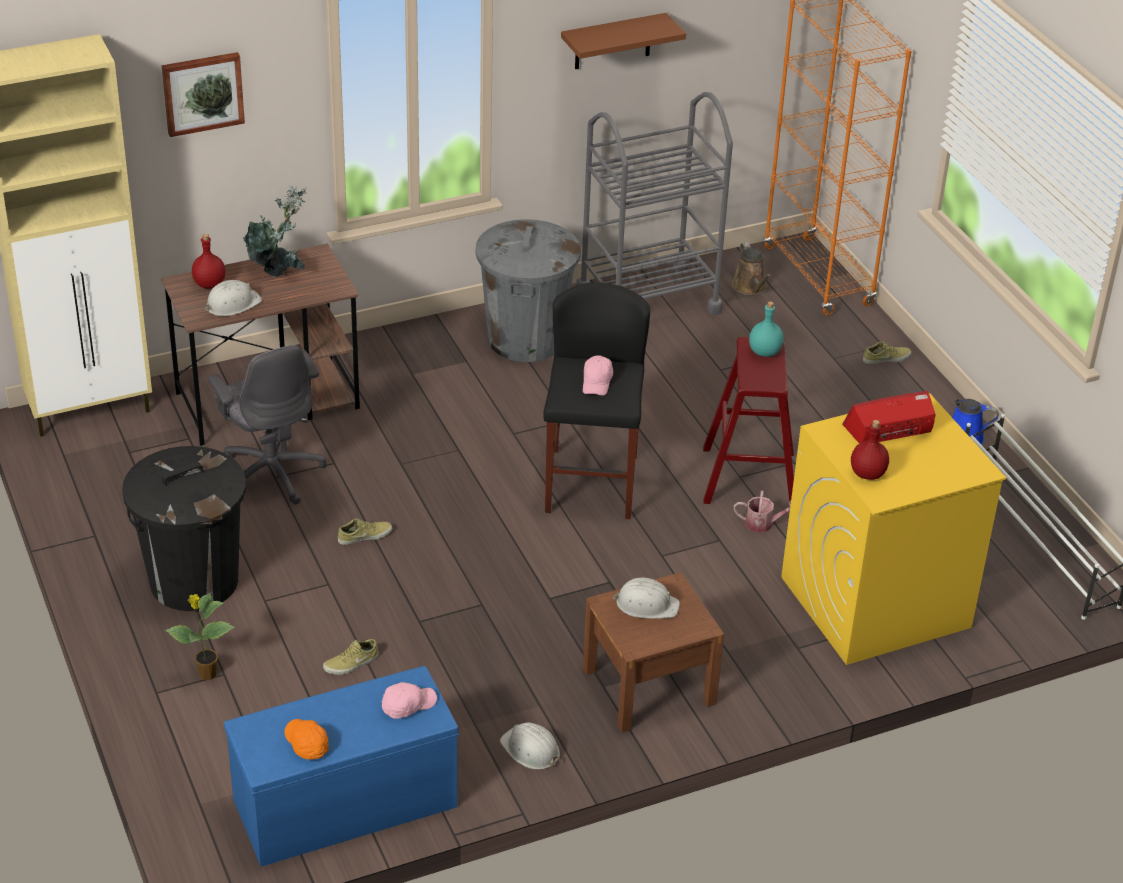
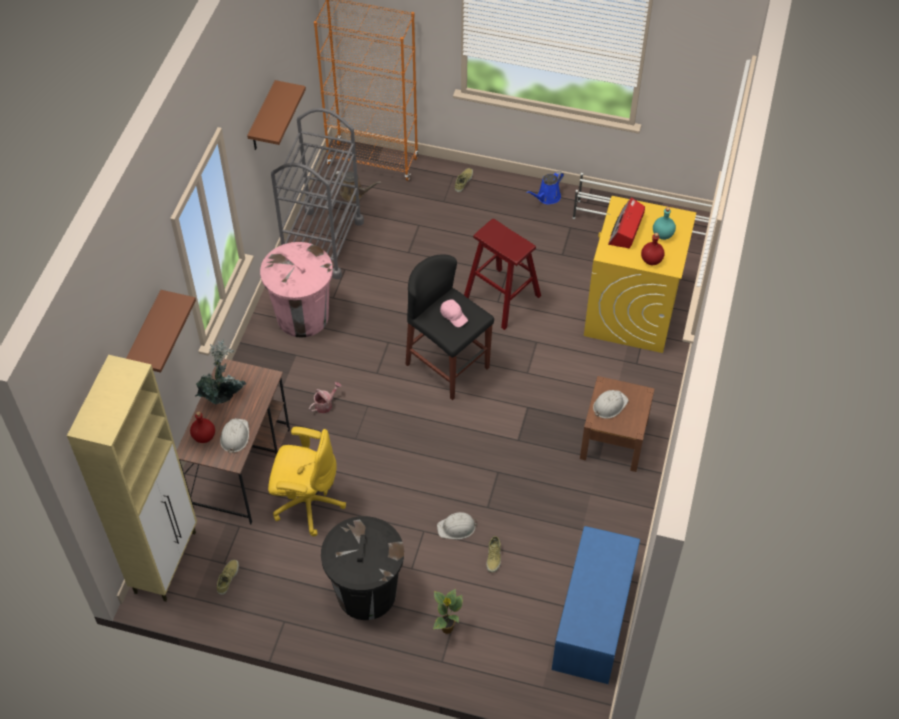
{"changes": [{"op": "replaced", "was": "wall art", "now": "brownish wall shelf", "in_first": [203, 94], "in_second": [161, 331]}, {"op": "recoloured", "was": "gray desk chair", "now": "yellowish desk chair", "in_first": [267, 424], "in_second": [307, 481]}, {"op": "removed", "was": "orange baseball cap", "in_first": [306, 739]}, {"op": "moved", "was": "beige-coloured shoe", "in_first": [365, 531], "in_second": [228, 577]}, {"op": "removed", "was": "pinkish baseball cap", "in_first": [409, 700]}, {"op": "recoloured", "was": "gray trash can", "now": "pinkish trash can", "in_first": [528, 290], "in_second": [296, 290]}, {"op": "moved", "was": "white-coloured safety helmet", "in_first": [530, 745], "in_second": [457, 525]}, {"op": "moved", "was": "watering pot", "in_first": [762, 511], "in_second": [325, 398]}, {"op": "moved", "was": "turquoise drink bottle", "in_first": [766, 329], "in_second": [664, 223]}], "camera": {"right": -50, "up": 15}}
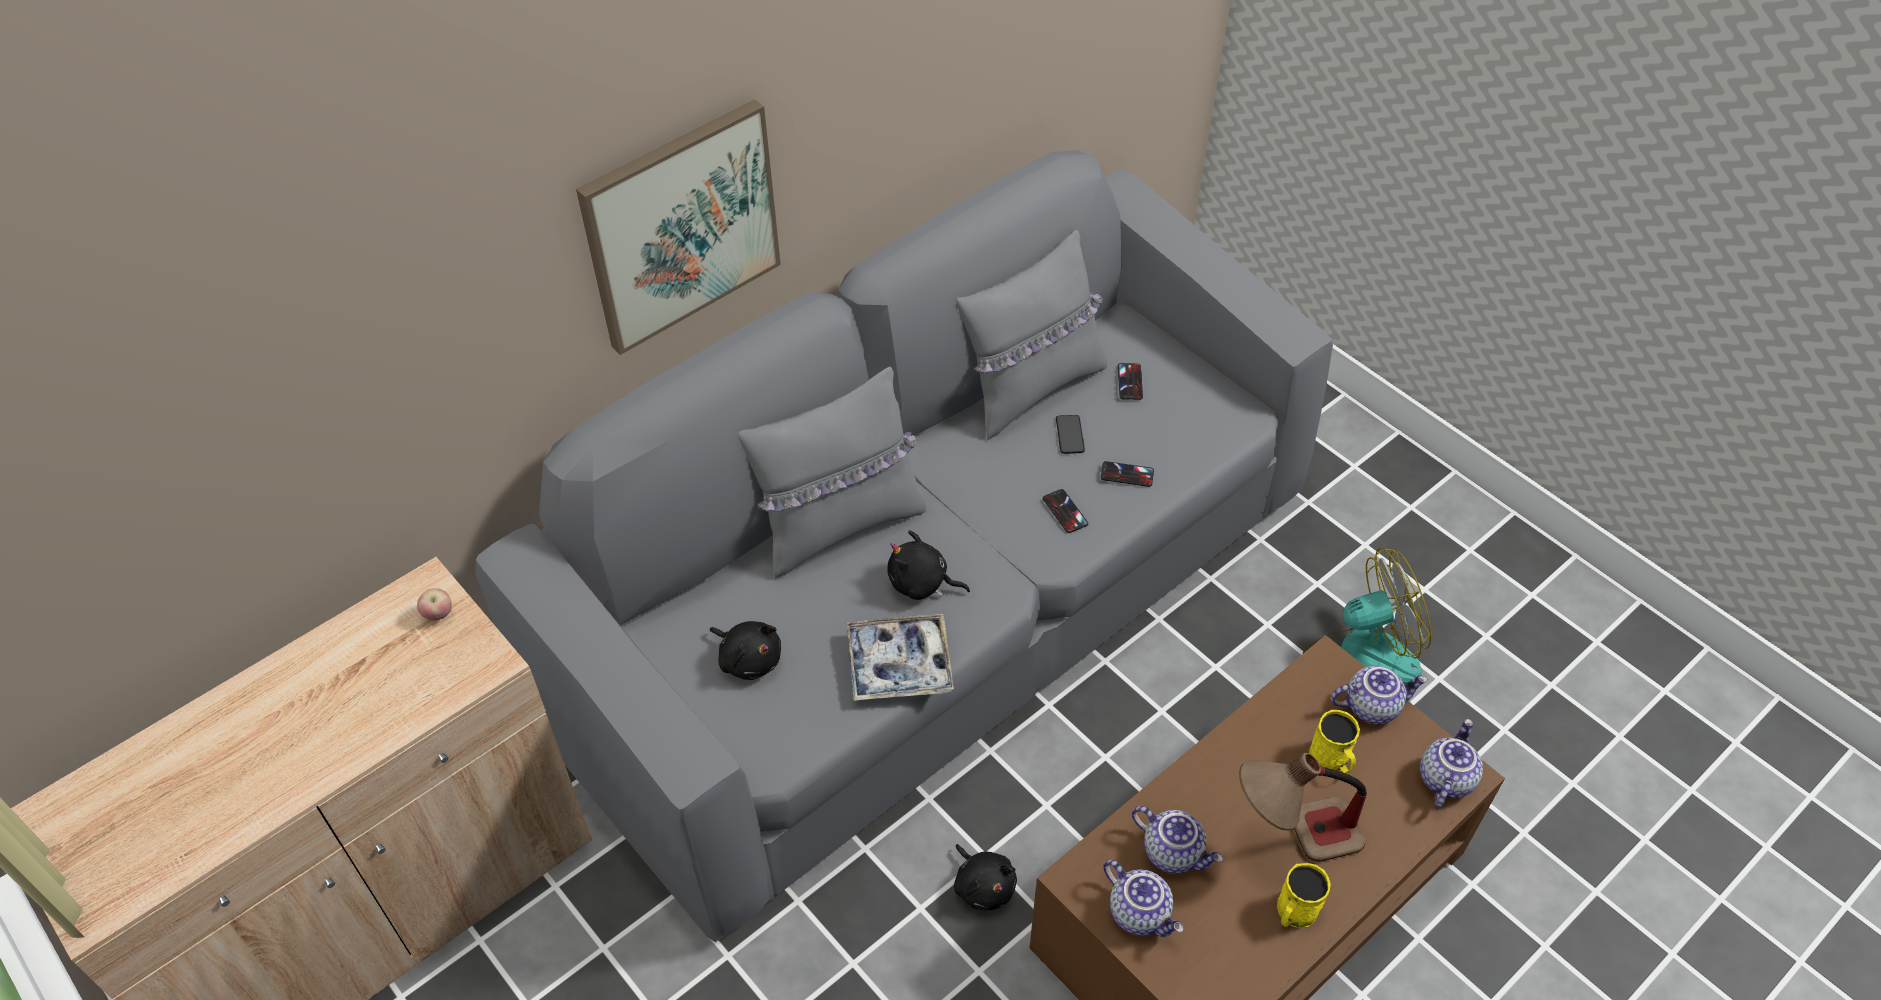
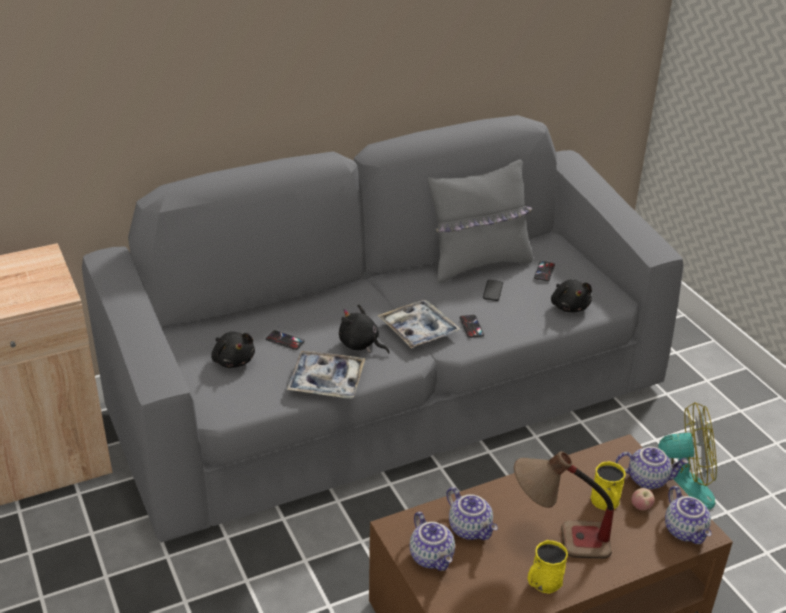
{"changes": [{"op": "moved", "was": "whole apple", "in_first": [434, 604], "in_second": [643, 499]}, {"op": "removed", "was": "wall art", "in_first": [678, 227]}, {"op": "removed", "was": "gray cushion", "in_first": [832, 473]}, {"op": "moved", "was": "black-coloured cuddly toy", "in_first": [985, 877], "in_second": [571, 295]}, {"op": "moved", "was": "telephone", "in_first": [1127, 474], "in_second": [285, 340]}, {"op": "turned", "was": "pot for tea", "in_first": [1451, 763], "in_second": [688, 515], "clockwise": 120}, {"op": "added", "now": "tray", "in_second": [419, 324]}], "camera": {"right": 15, "up": -15}}
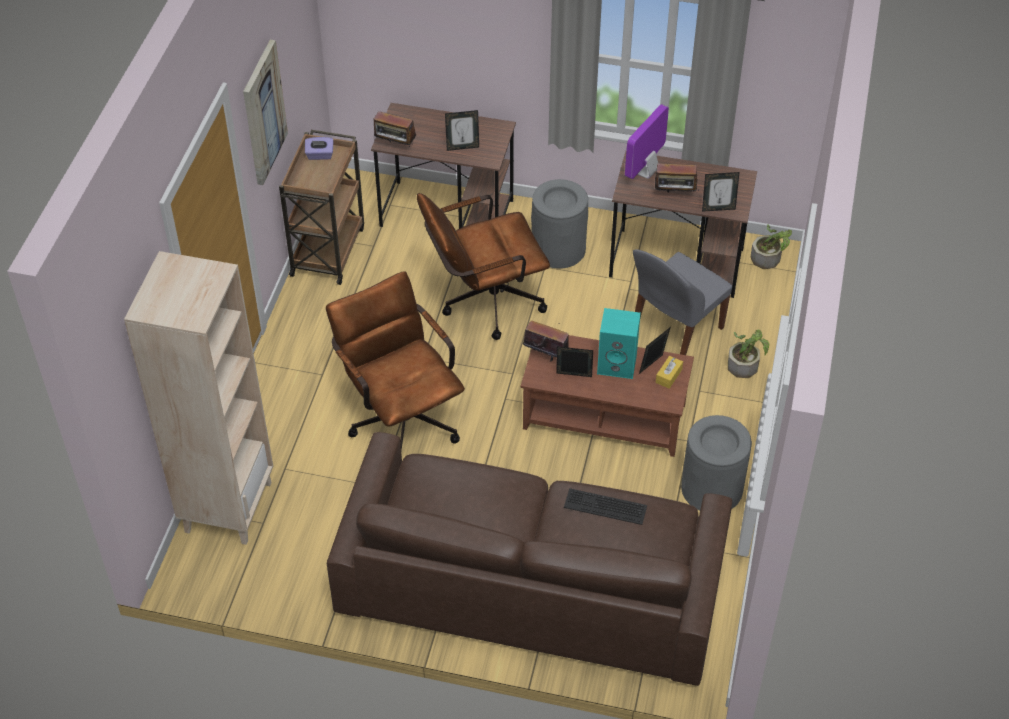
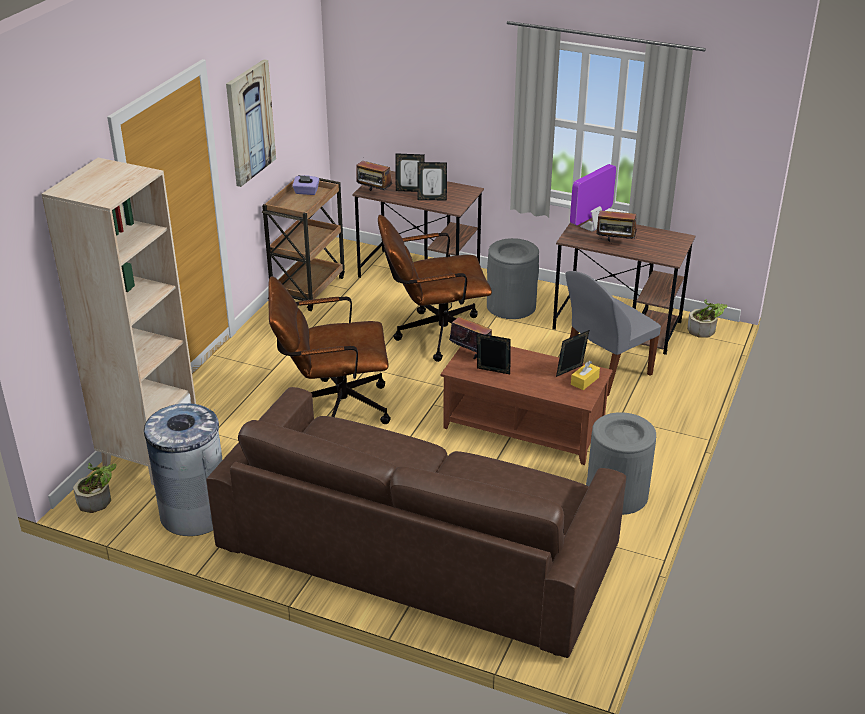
{"changes": [{"op": "turned", "was": "brownish desk chair", "in_first": [395, 360], "in_second": [329, 350], "clockwise": -75}, {"op": "removed", "was": "computer keyboard", "in_first": [605, 506]}, {"op": "removed", "was": "turquoise audio speaker", "in_first": [619, 343]}, {"op": "moved", "was": "standing frame", "in_first": [721, 192], "in_second": [410, 172]}, {"op": "moved", "was": "houseplant", "in_first": [748, 353], "in_second": [94, 488]}, {"op": "added", "now": "gray trash can", "in_second": [183, 469]}], "camera": {"right": 10, "up": -15}}
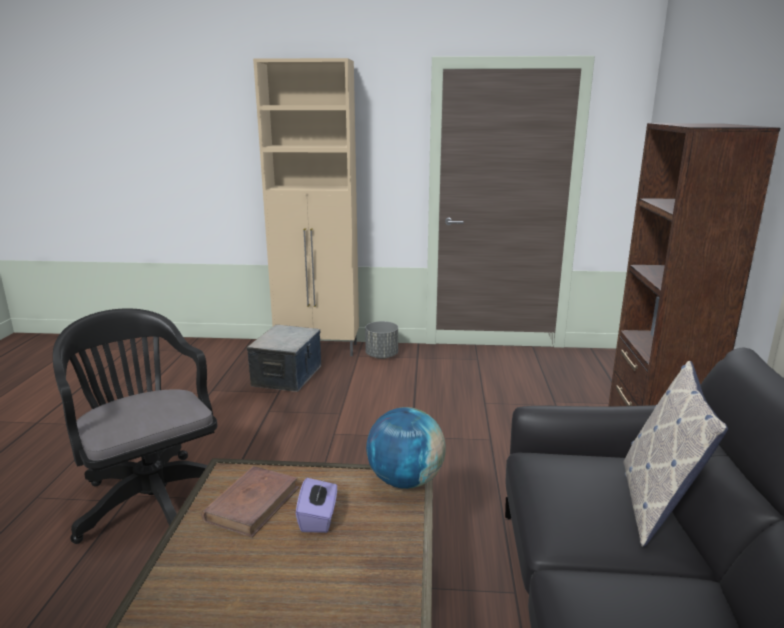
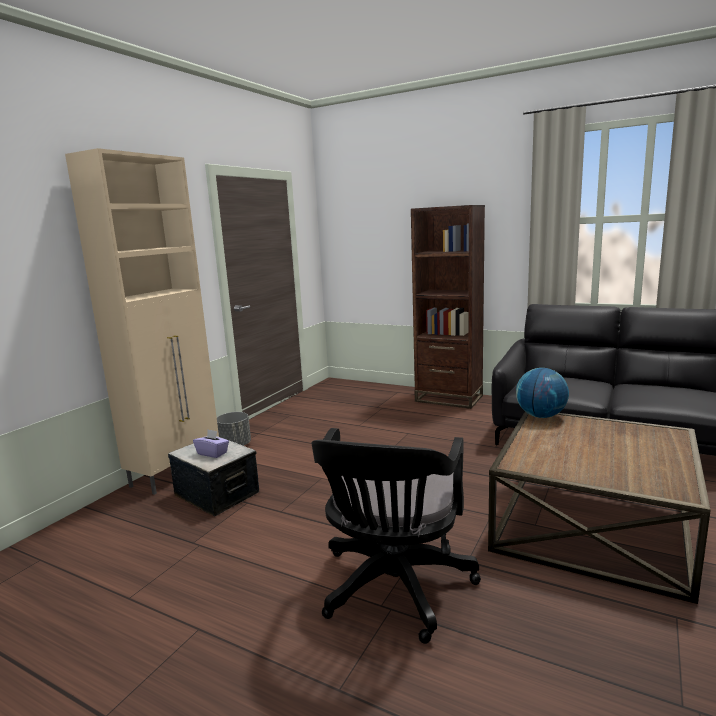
{"changes": [{"op": "turned", "was": "black-coloured desk chair", "in_first": [135, 426], "in_second": [396, 536], "clockwise": -60}, {"op": "removed", "was": "brownish volume", "in_first": [250, 502]}, {"op": "moved", "was": "purple-coloured tissue holder", "in_first": [316, 505], "in_second": [211, 443]}, {"op": "removed", "was": "cushion", "in_first": [675, 454]}], "camera": {"right": -65, "up": -5}}
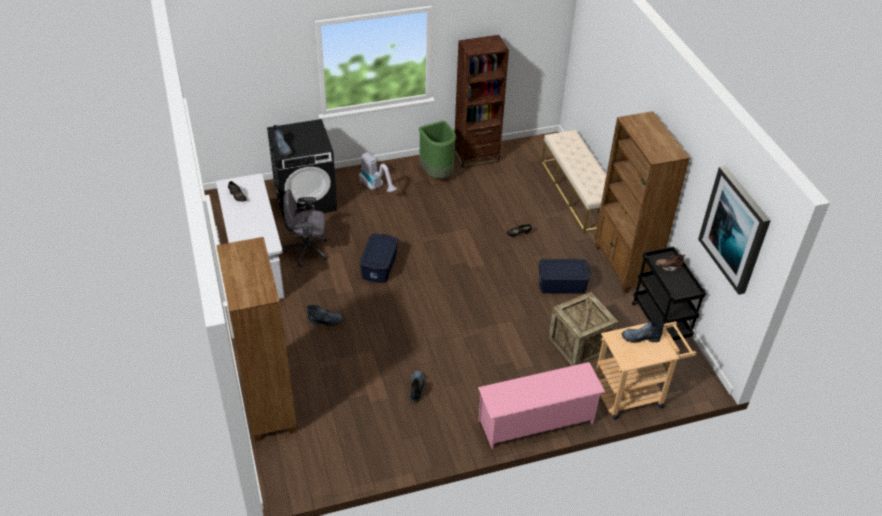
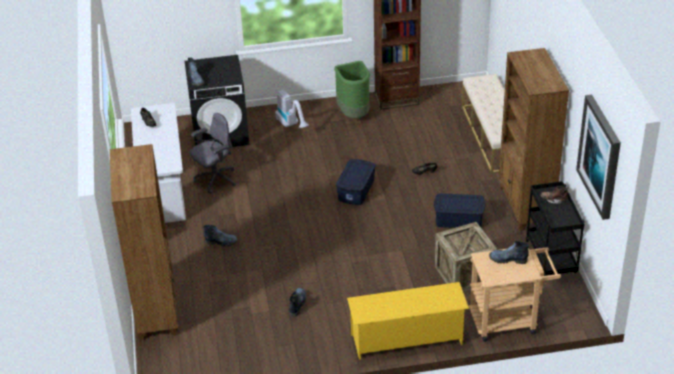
{"changes": [{"op": "turned", "was": "gray desk chair", "in_first": [305, 228], "in_second": [213, 153], "clockwise": 135}, {"op": "moved", "was": "blue-coloured storage container", "in_first": [379, 258], "in_second": [356, 182]}, {"op": "recoloured", "was": "pinkish shoe stand", "now": "yellowish shoe stand", "in_first": [541, 405], "in_second": [408, 321]}], "camera": {"right": 10, "up": -5}}
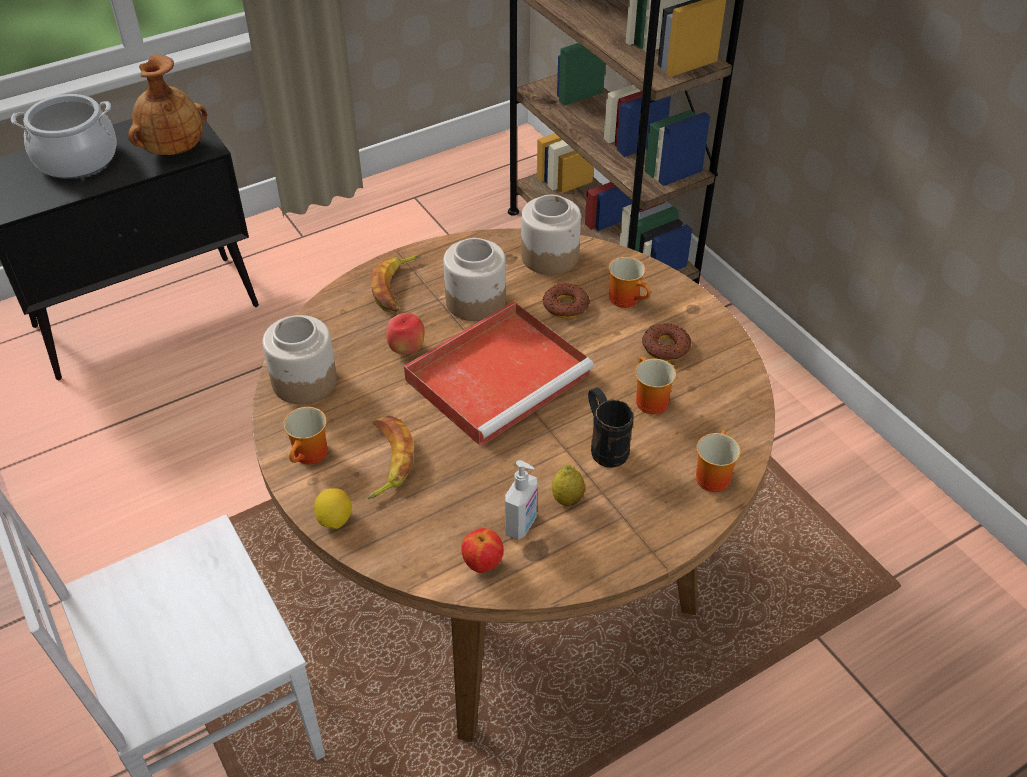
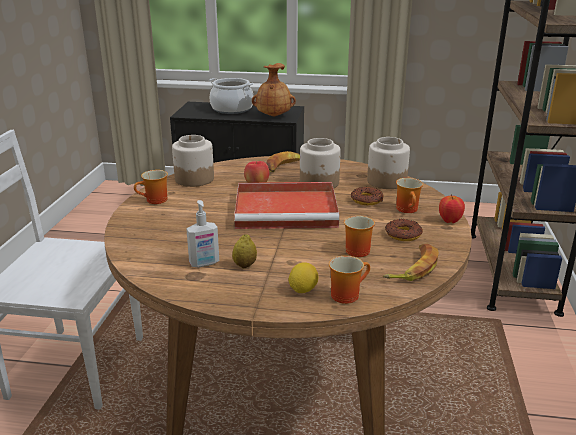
{"changes": [{"op": "moved", "was": "whole lemon", "in_first": [333, 508], "in_second": [303, 277]}, {"op": "moved", "was": "banana fruit", "in_first": [390, 457], "in_second": [411, 262]}, {"op": "moved", "was": "whole apple", "in_first": [482, 550], "in_second": [452, 208]}, {"op": "removed", "was": "black-coloured tea mug", "in_first": [611, 428]}], "camera": {"right": 40, "up": -20}}
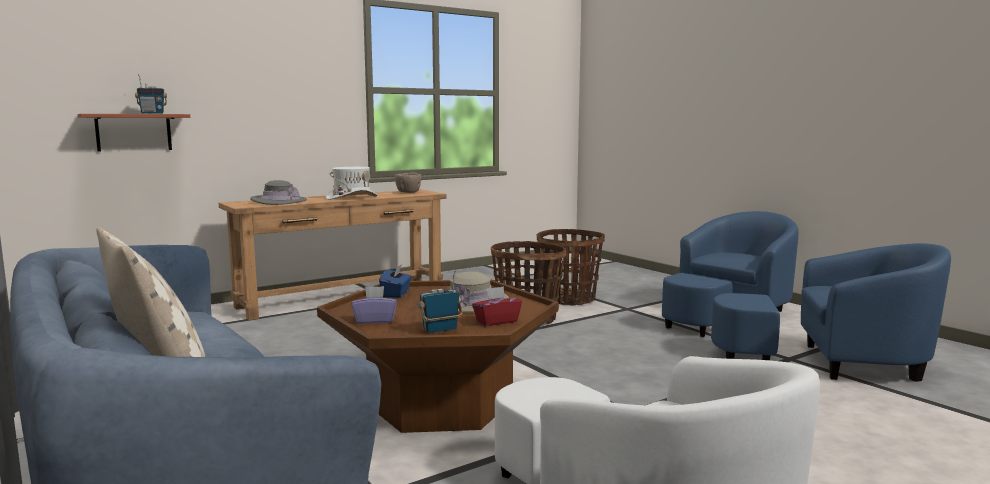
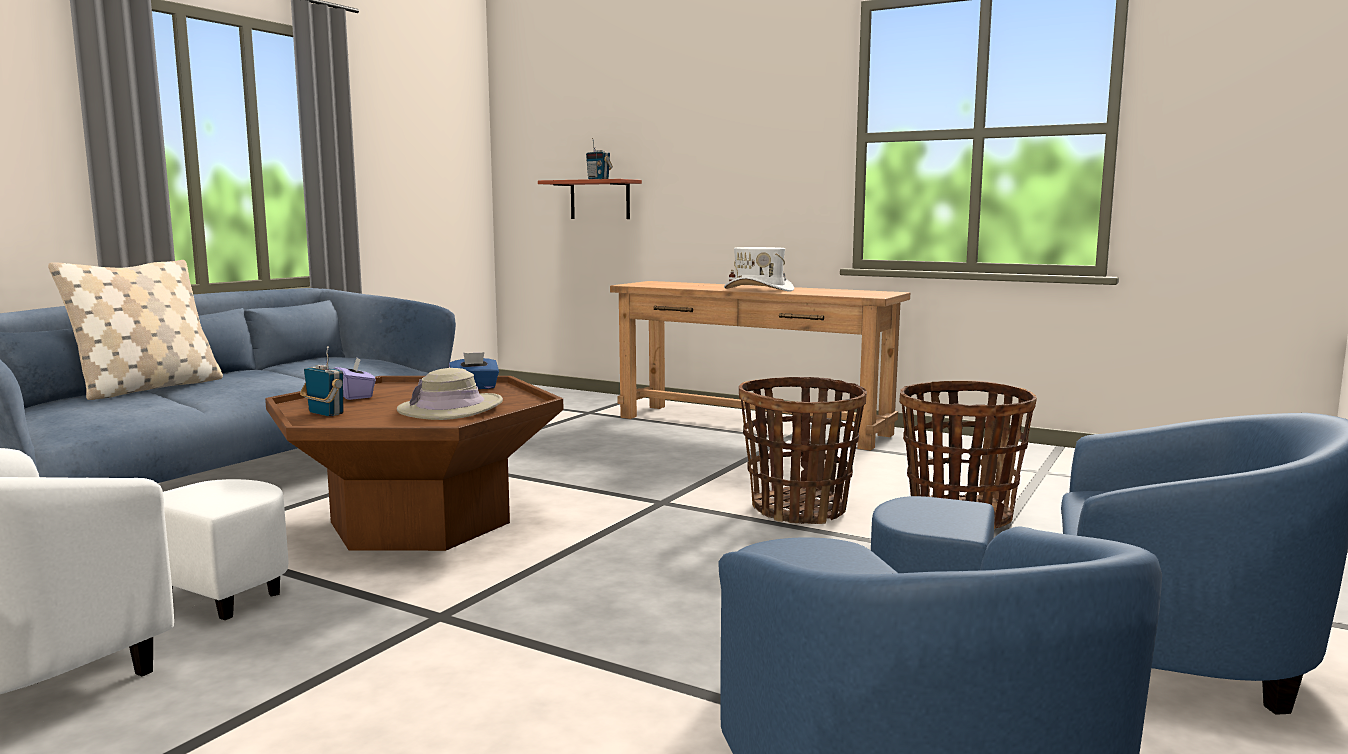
{"changes": [{"op": "removed", "was": "gray hat", "in_first": [278, 192]}, {"op": "removed", "was": "brownish bowl", "in_first": [408, 183]}, {"op": "removed", "was": "reddish tissue holder", "in_first": [497, 306]}], "camera": {"right": 65, "up": 0}}
